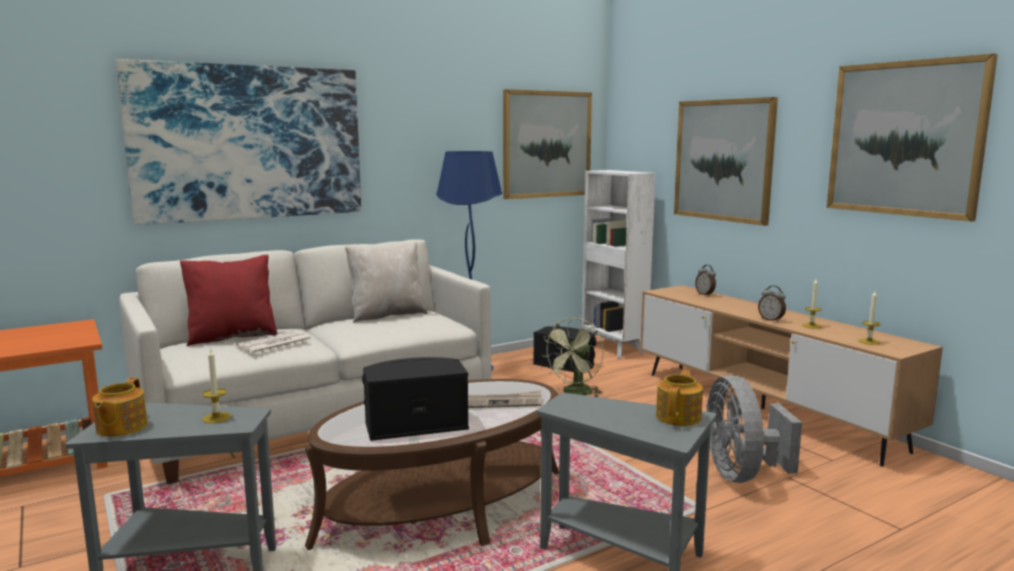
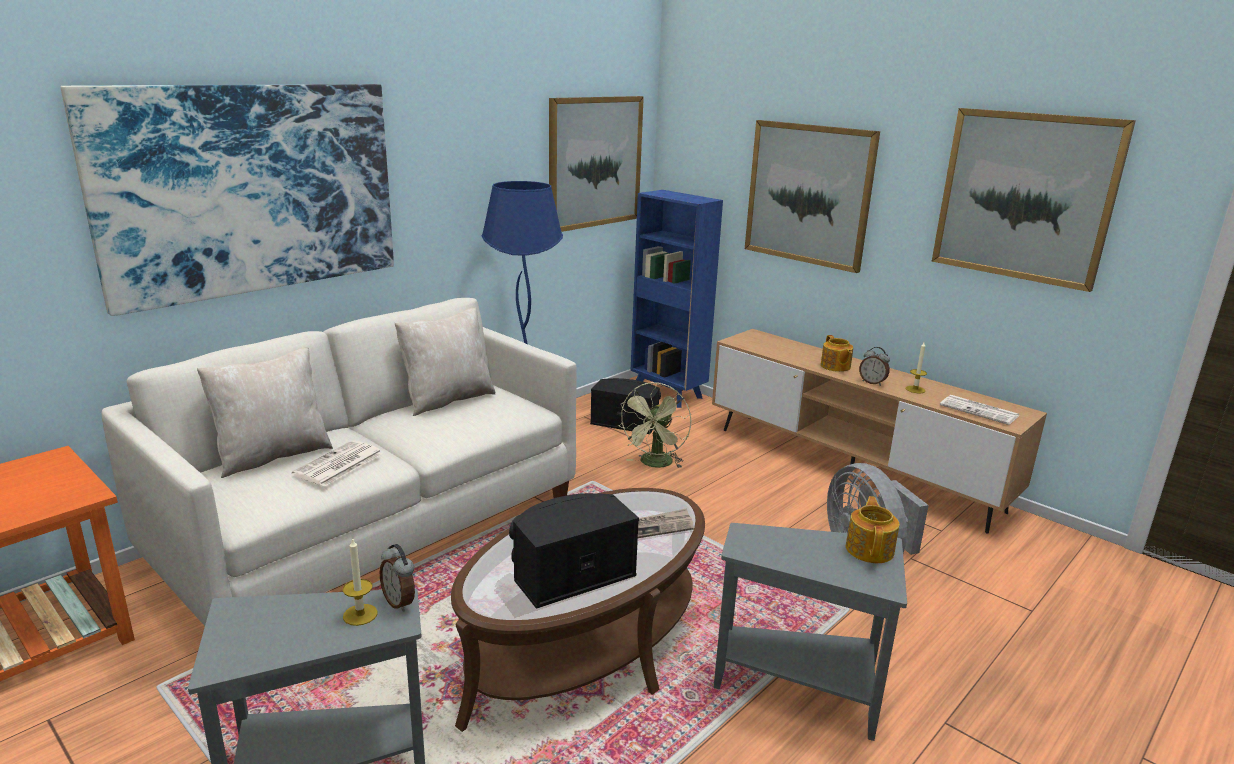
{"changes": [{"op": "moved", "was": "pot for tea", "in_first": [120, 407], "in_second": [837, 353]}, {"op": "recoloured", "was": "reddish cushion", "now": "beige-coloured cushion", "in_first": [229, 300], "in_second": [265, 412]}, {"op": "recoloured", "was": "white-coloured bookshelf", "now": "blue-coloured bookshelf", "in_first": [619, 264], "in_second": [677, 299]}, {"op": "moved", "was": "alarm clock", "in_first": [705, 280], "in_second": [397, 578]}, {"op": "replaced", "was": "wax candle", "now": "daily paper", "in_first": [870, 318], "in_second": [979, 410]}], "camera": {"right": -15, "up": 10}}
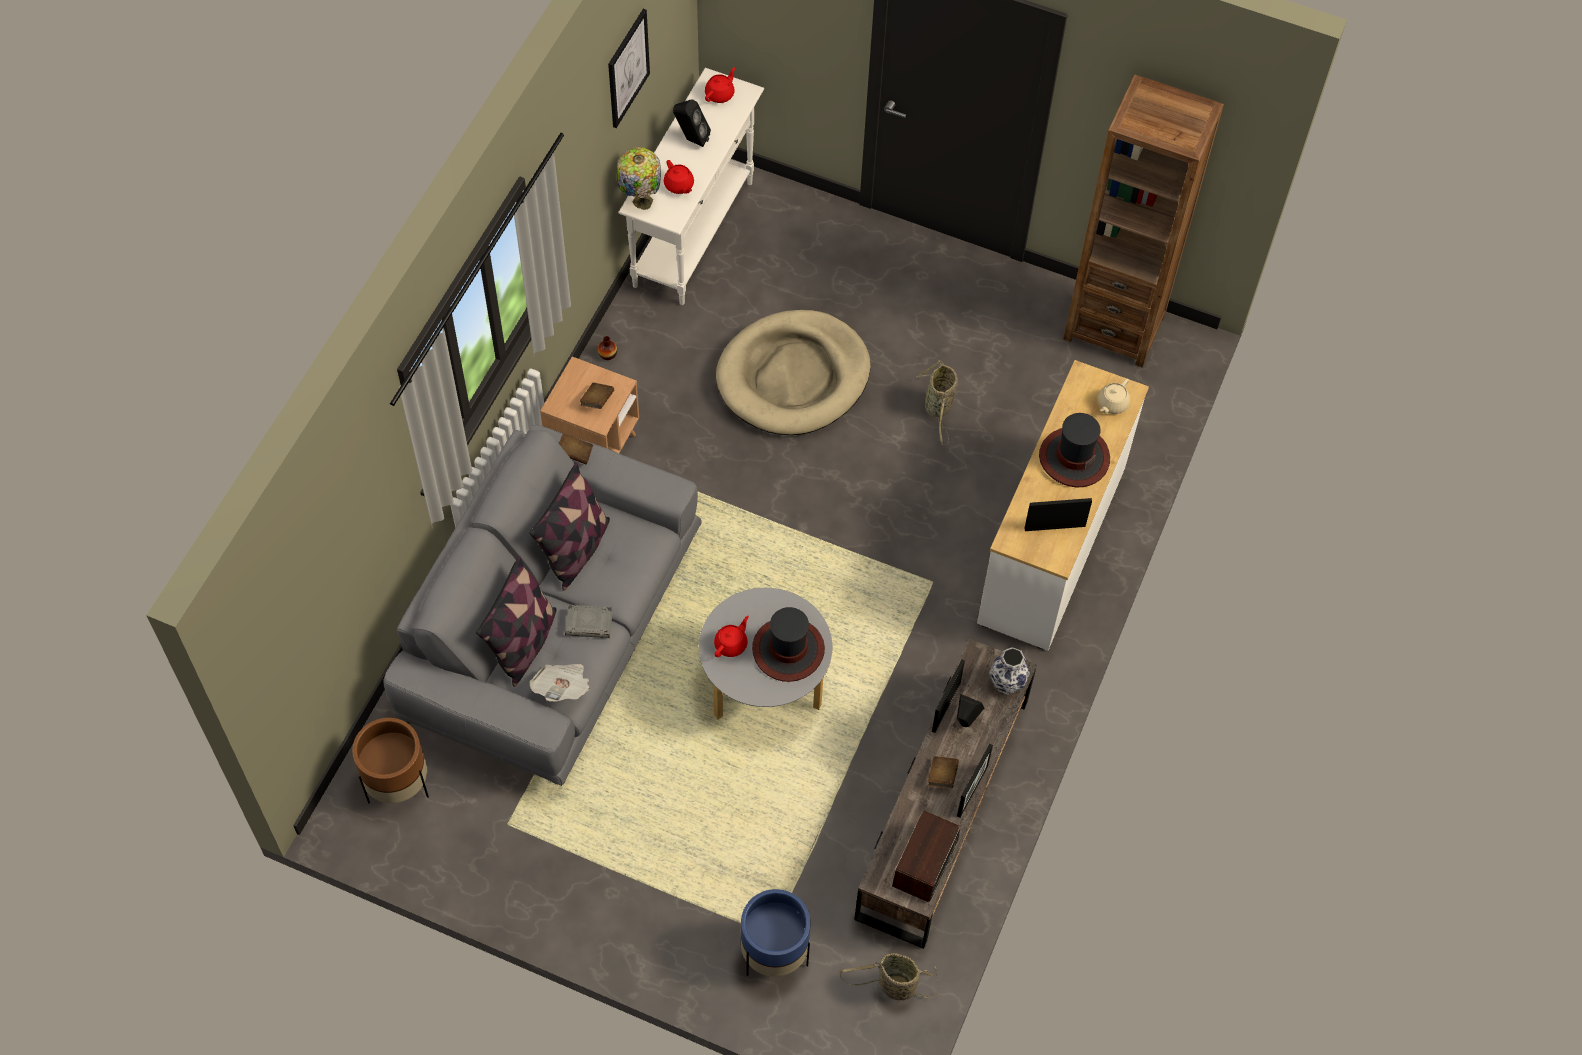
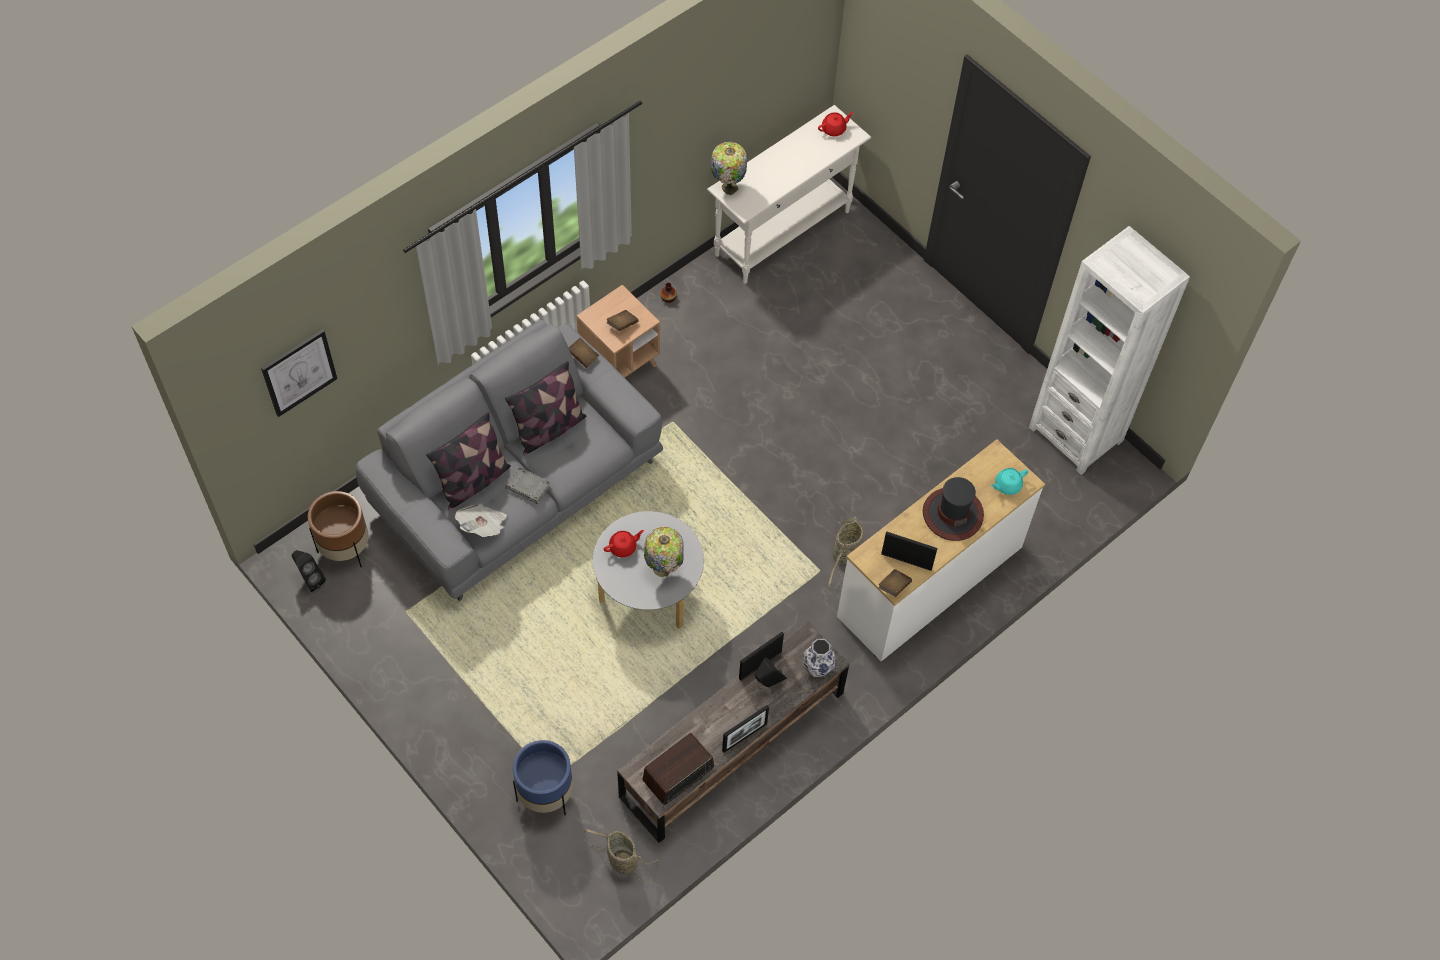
{"changes": [{"op": "moved", "was": "wall art", "in_first": [629, 68], "in_second": [299, 373]}, {"op": "removed", "was": "reddish pot for tea", "in_first": [679, 177]}, {"op": "moved", "was": "black-coloured audio speaker", "in_first": [692, 123], "in_second": [309, 571]}, {"op": "removed", "was": "beige-coloured dog bed", "in_first": [793, 372]}, {"op": "replaced", "was": "hat", "now": "lamp for a table", "in_first": [788, 644], "in_second": [664, 552]}, {"op": "moved", "was": "storage basket", "in_first": [937, 402], "in_second": [846, 552]}, {"op": "moved", "was": "brownish volume", "in_first": [943, 772], "in_second": [895, 583]}, {"op": "recoloured", "was": "brownish bookshelf", "now": "white-coloured bookshelf", "in_first": [1143, 221], "in_second": [1109, 350]}, {"op": "recoloured", "was": "beige-coloured pot for tea", "now": "turquoise pot for tea", "in_first": [1114, 396], "in_second": [1009, 481]}], "camera": {"right": 25, "up": 0}}
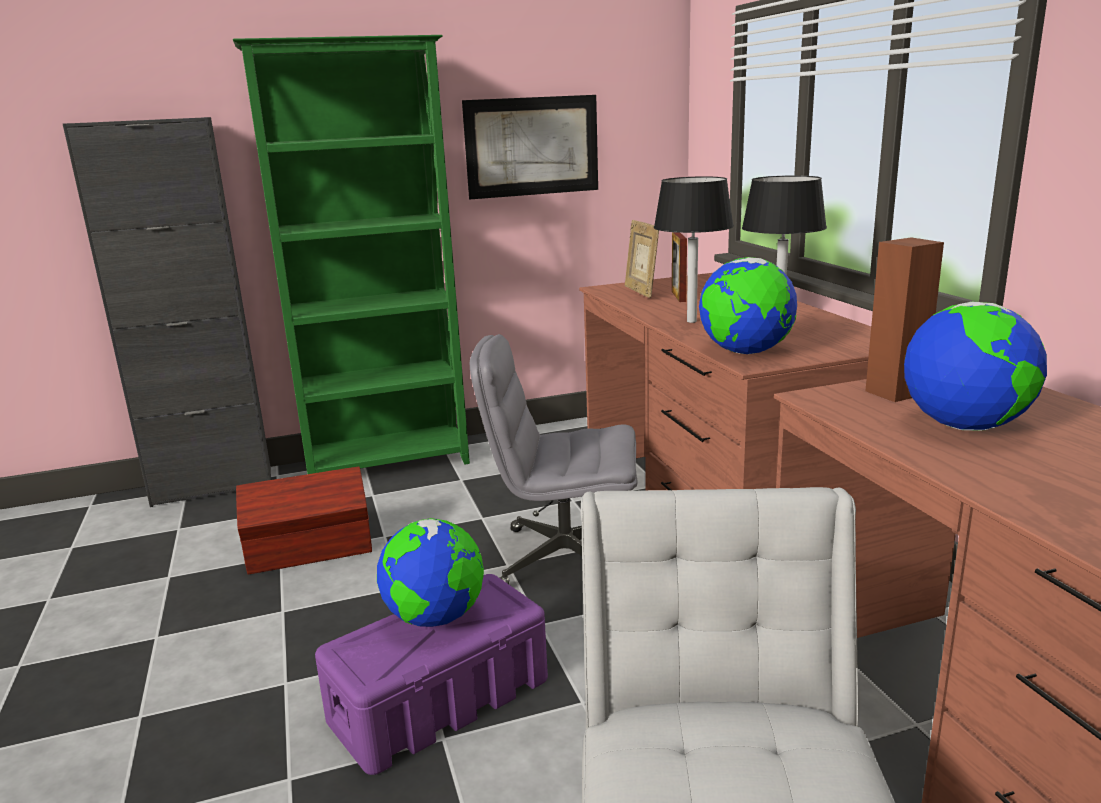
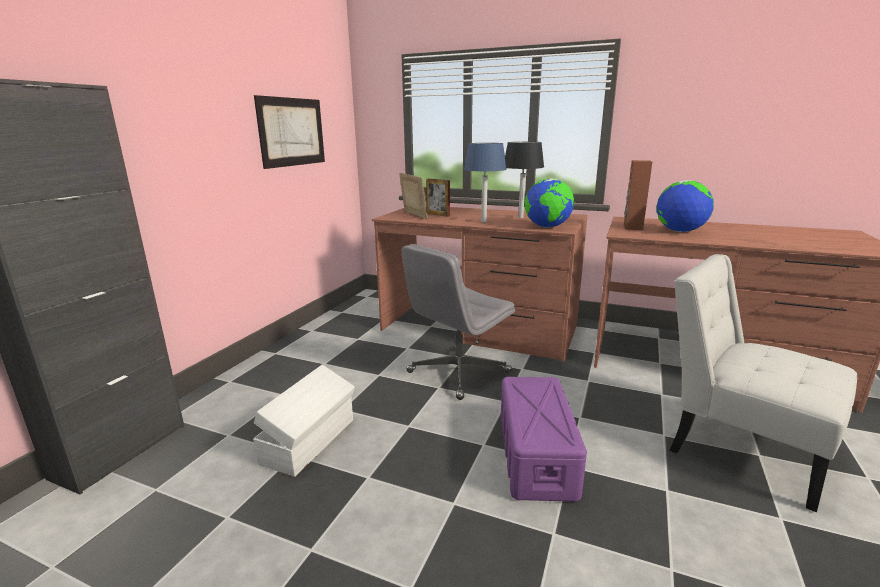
{"changes": [{"op": "removed", "was": "green-coloured bookshelf", "in_first": [351, 254]}, {"op": "recoloured", "was": "brownish storage container", "now": "white-coloured storage container", "in_first": [304, 520], "in_second": [304, 421]}, {"op": "removed", "was": "desk globe", "in_first": [430, 572]}, {"op": "turned", "was": "standing frame", "in_first": [642, 259], "in_second": [413, 196], "clockwise": -150}, {"op": "recoloured", "was": "black-coloured lamp for a table", "now": "blue-coloured lamp for a table", "in_first": [694, 249], "in_second": [485, 182]}], "camera": {"right": -50, "up": 0}}
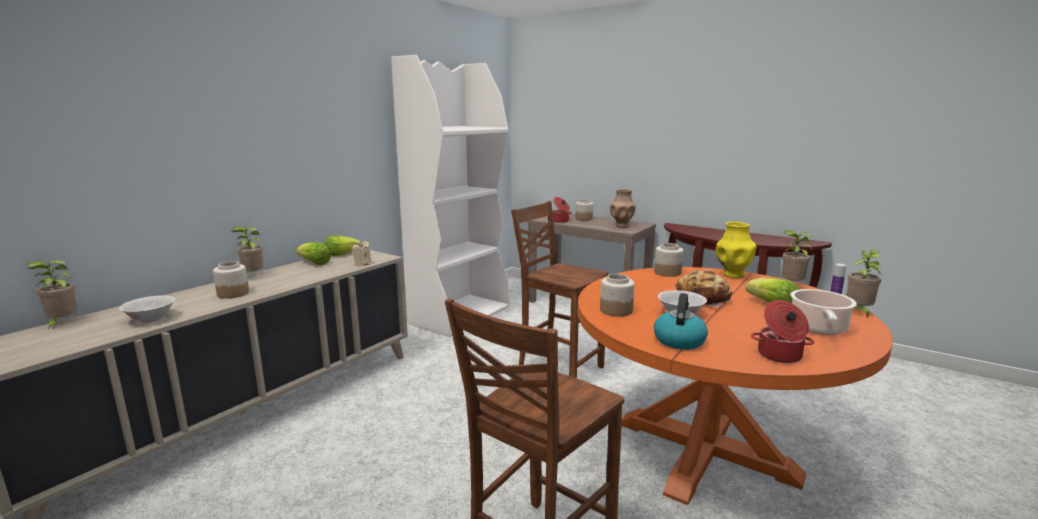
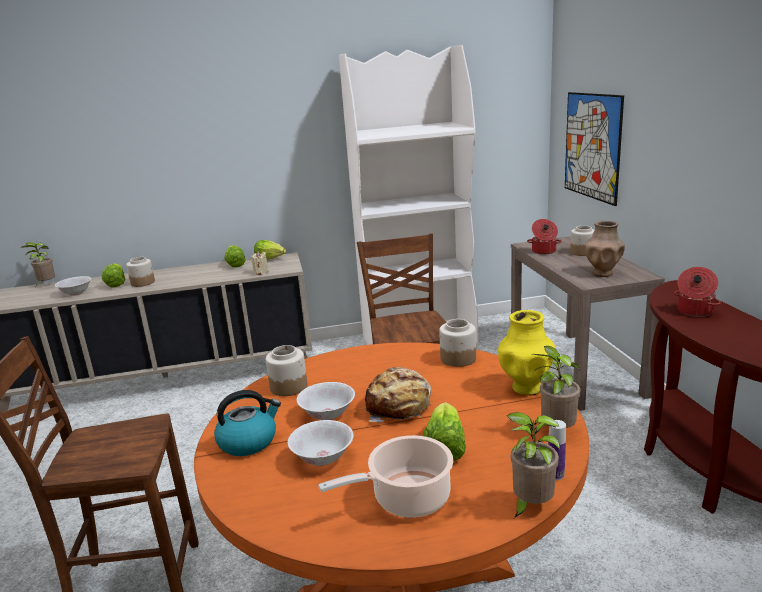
{"changes": [{"op": "removed", "was": "houseplant", "in_first": [247, 250]}, {"op": "moved", "was": "saucepot", "in_first": [782, 331], "in_second": [697, 292]}, {"op": "added", "now": "lettuce head", "in_second": [113, 275]}, {"op": "added", "now": "white-coloured bowl", "in_second": [321, 443]}, {"op": "added", "now": "wall art", "in_second": [594, 149]}], "camera": {"right": 45, "up": 5}}
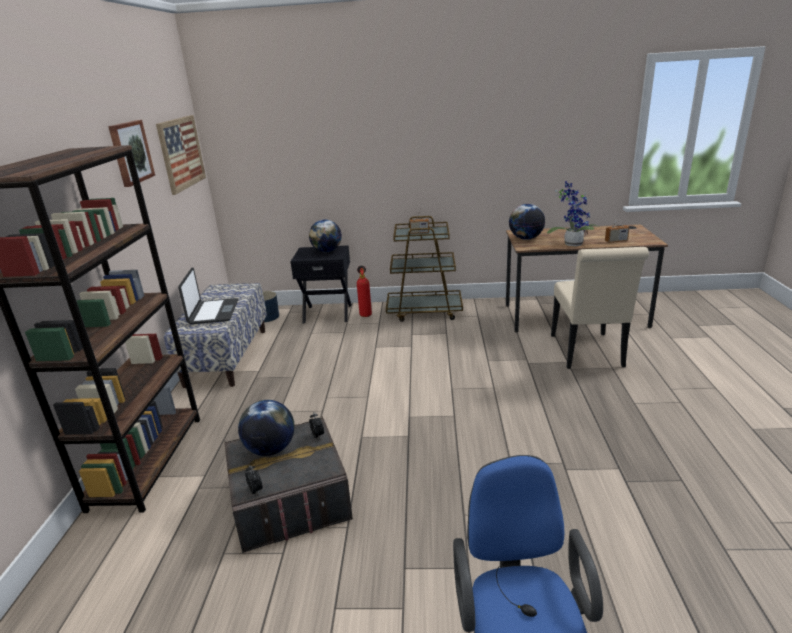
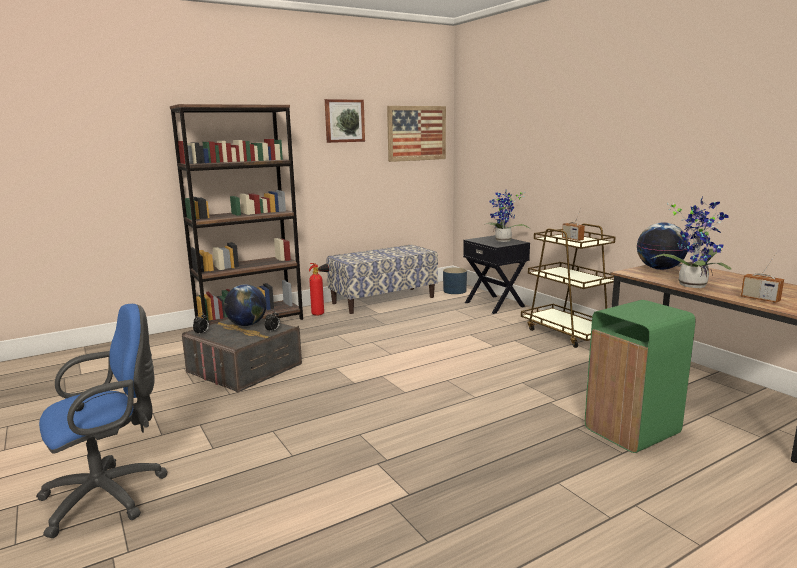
{"changes": [{"op": "removed", "was": "laptop", "in_first": [208, 295]}, {"op": "replaced", "was": "desk globe", "now": "houseplant", "in_first": [325, 236], "in_second": [508, 216]}, {"op": "moved", "was": "extinguisher", "in_first": [364, 291], "in_second": [319, 289]}, {"op": "replaced", "was": "beige-coloured plain chair", "now": "green-coloured trash can", "in_first": [600, 308], "in_second": [640, 376]}], "camera": {"right": 55, "up": -10}}
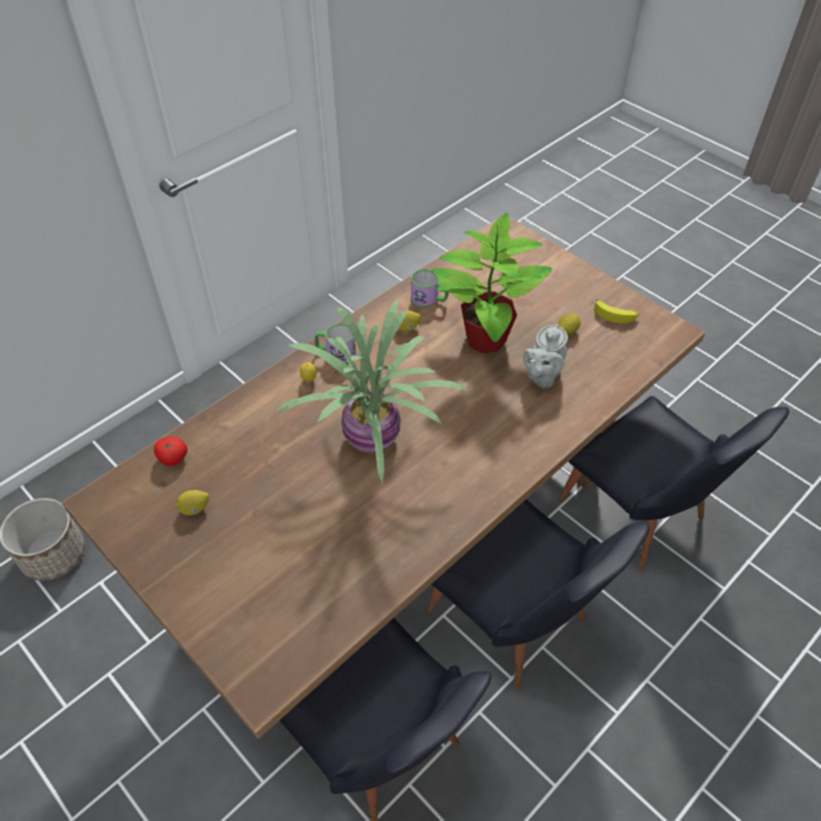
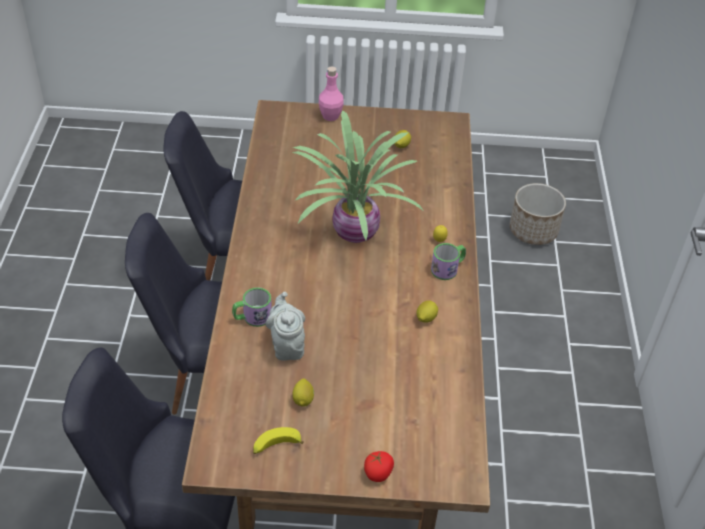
{"changes": [{"op": "moved", "was": "whole tomato", "in_first": [171, 451], "in_second": [379, 466]}, {"op": "moved", "was": "tea mug", "in_first": [430, 288], "in_second": [252, 307]}, {"op": "removed", "was": "houseplant", "in_first": [492, 283]}, {"op": "added", "now": "pinkish drink bottle", "in_second": [331, 93]}], "camera": {"right": 135, "up": -5}}
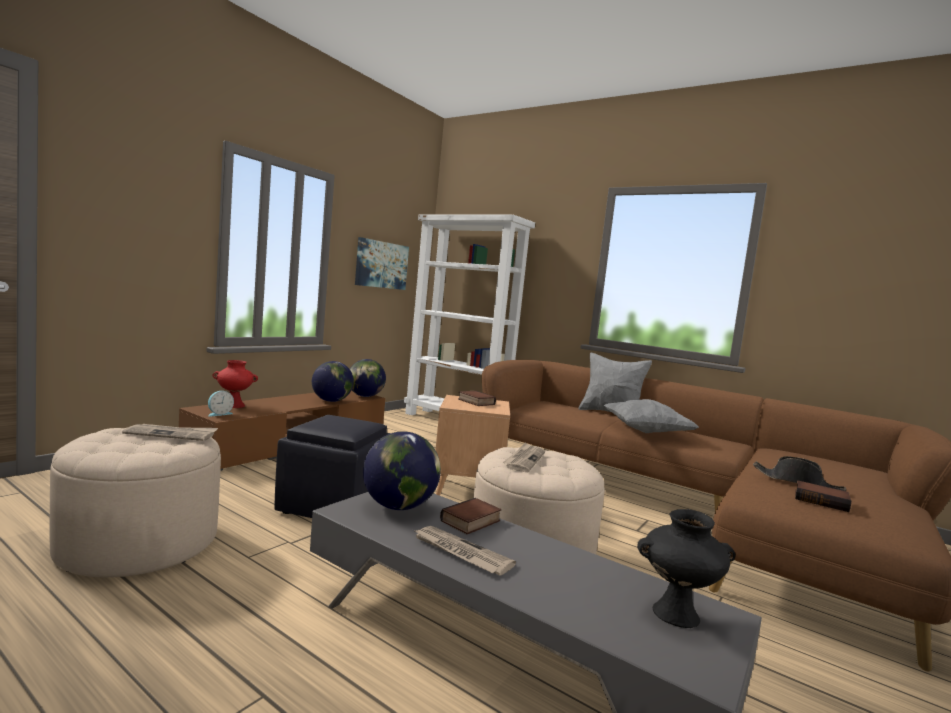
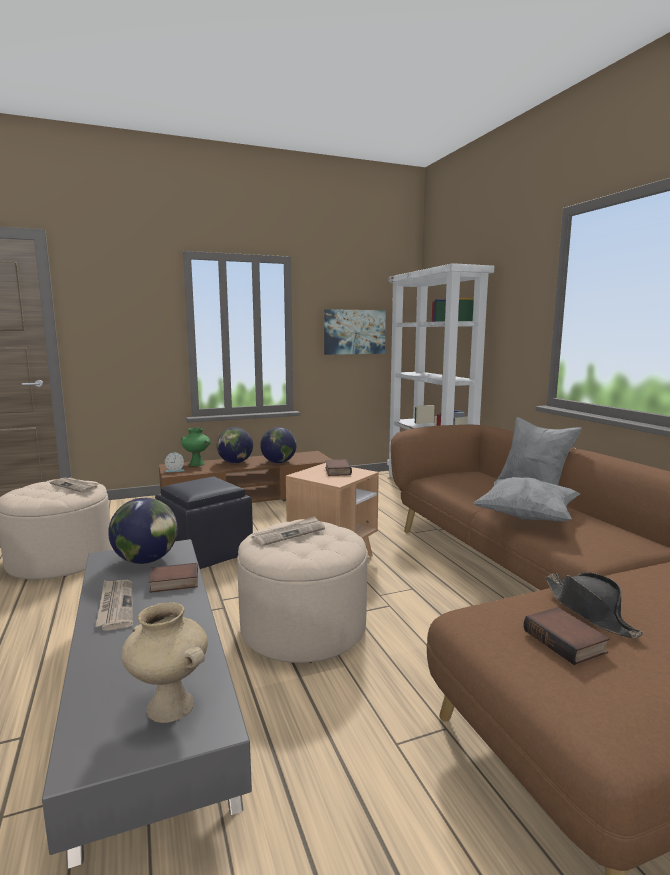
{"changes": [{"op": "recoloured", "was": "reddish flower vase", "now": "green-coloured flower vase", "in_first": [235, 384], "in_second": [195, 447]}, {"op": "moved", "was": "desk globe", "in_first": [368, 378], "in_second": [235, 445]}, {"op": "recoloured", "was": "black-coloured flower vase", "now": "beige-coloured flower vase", "in_first": [686, 568], "in_second": [164, 663]}], "camera": {"right": 35, "up": 5}}
